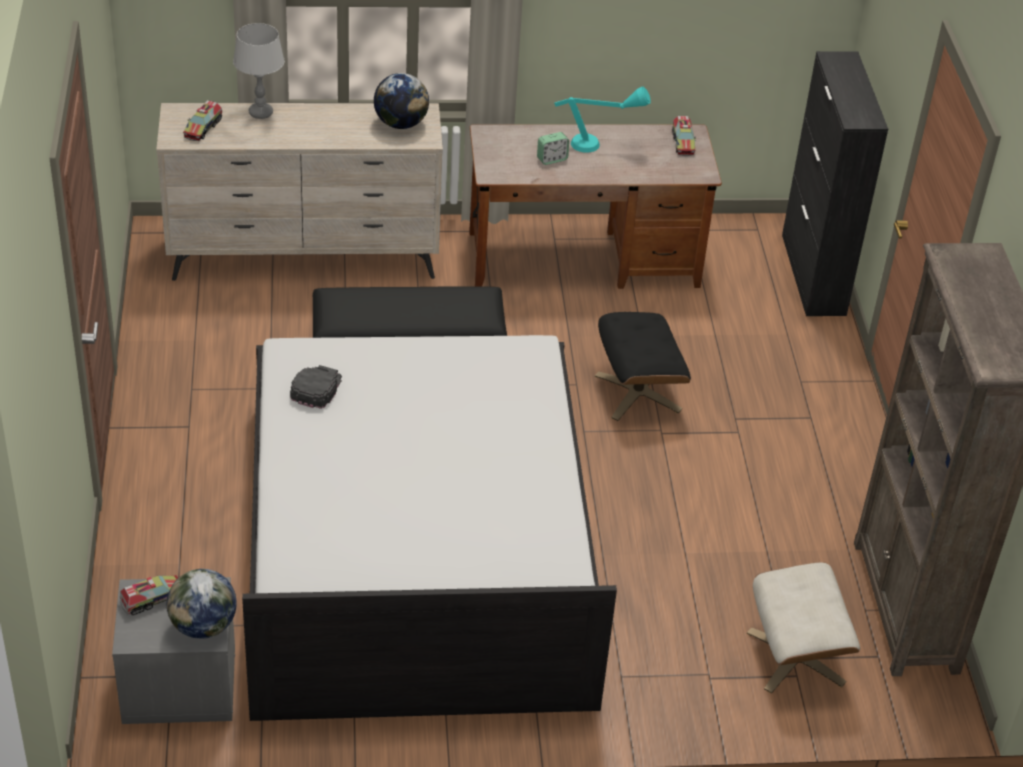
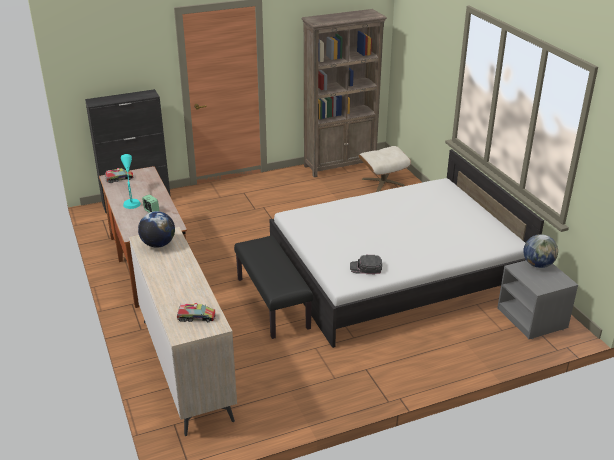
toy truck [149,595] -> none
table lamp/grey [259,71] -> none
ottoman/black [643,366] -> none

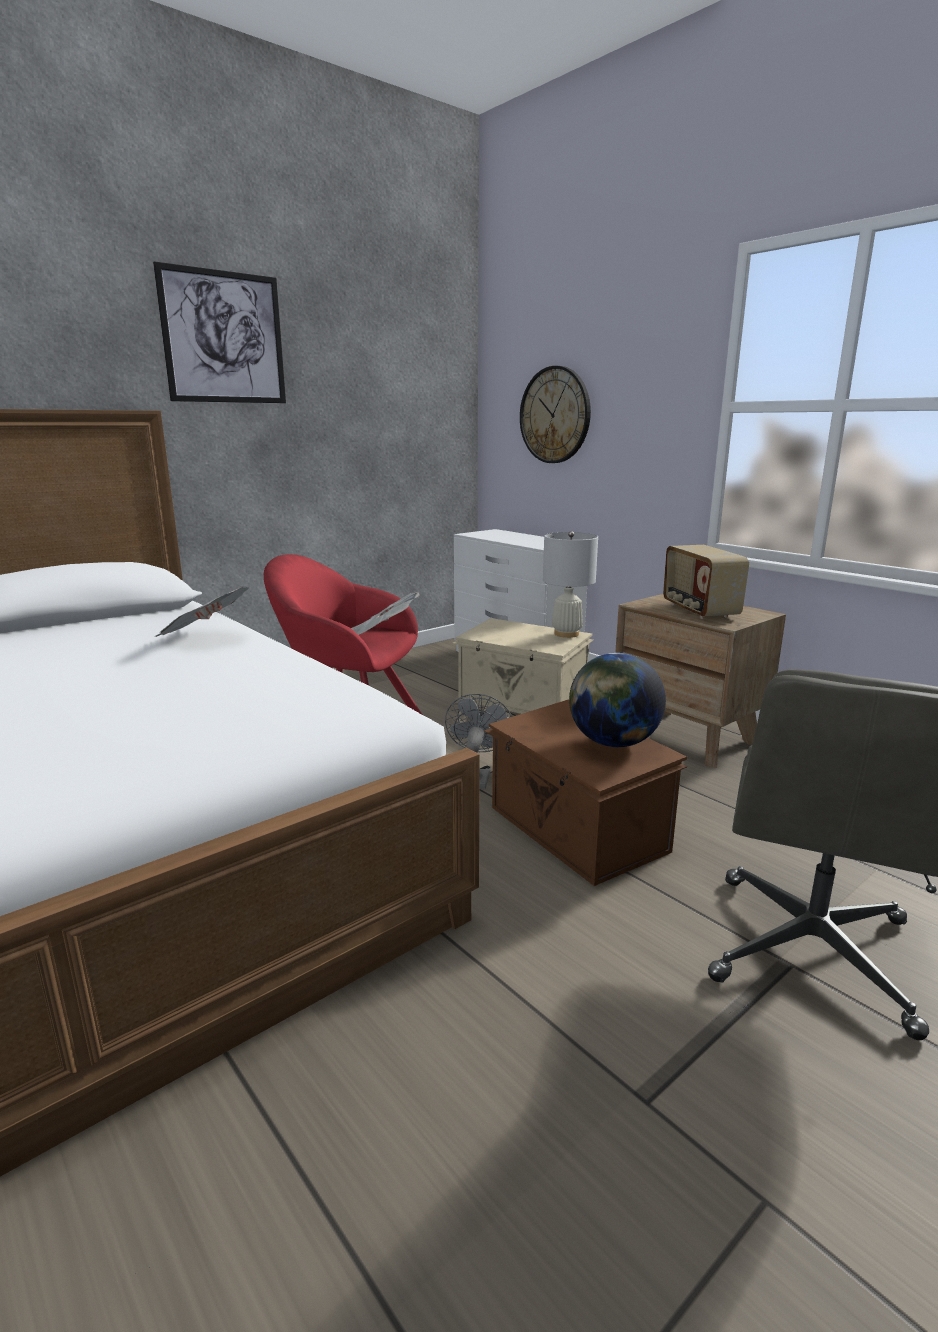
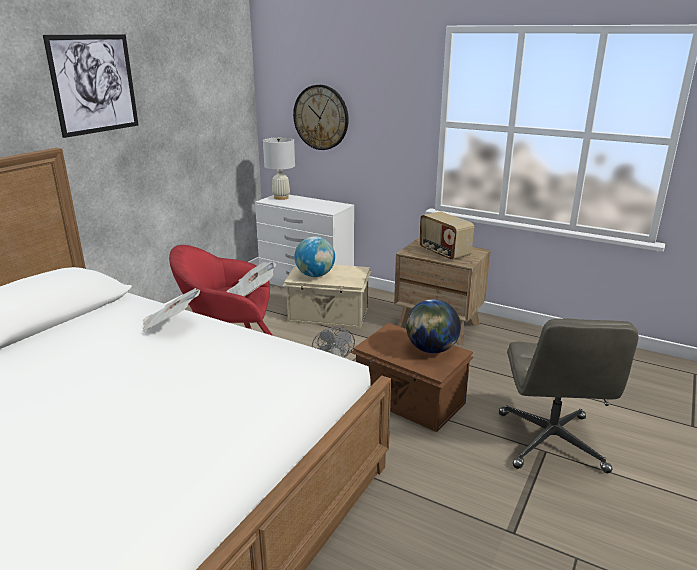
none -> globe [315,256]
table lamp/white [570,584] -> table lamp/white [279,168], moved

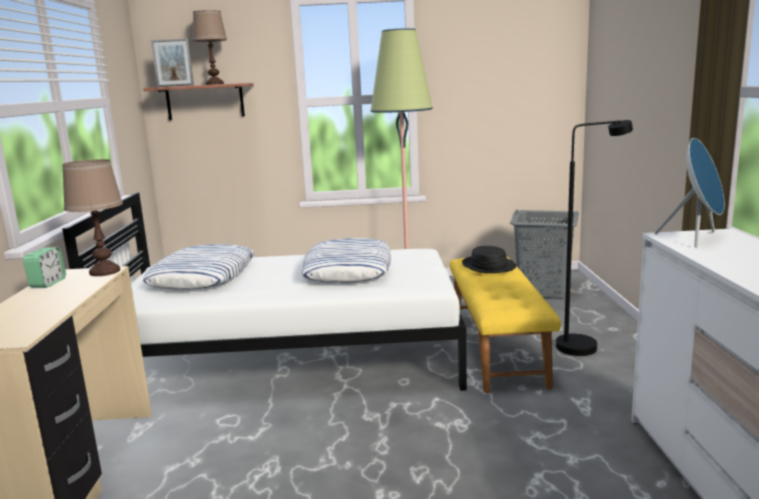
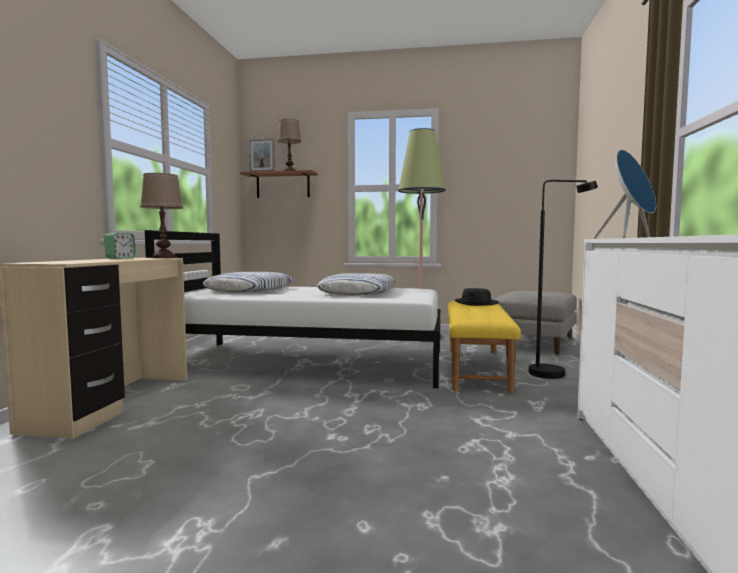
laundry basket/grey [544,254] -> ottoman/grey [534,323]

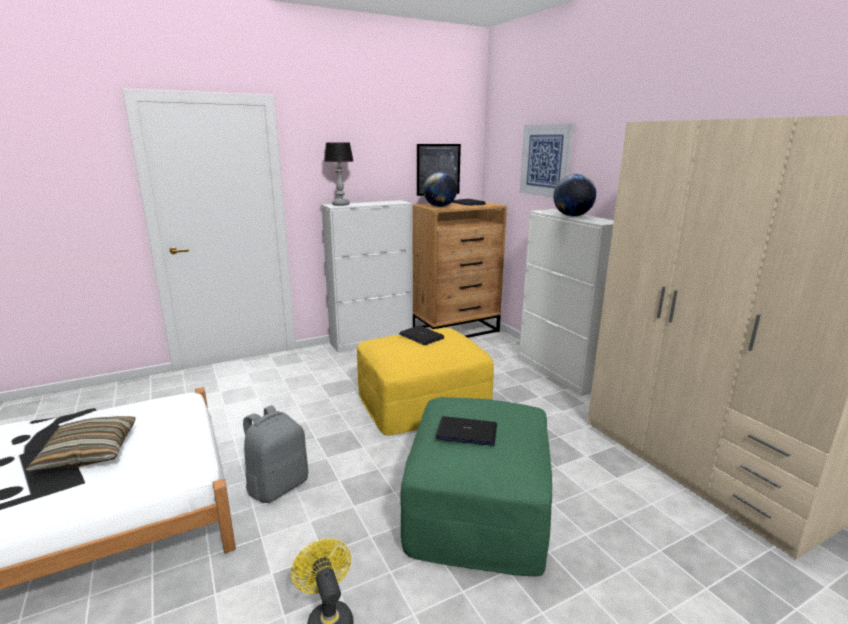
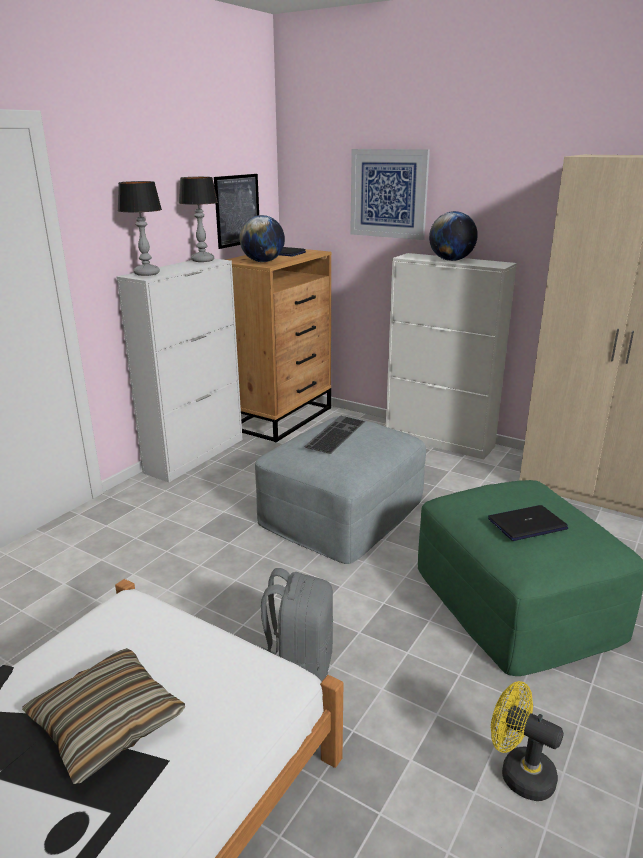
none -> table lamp [198,219]
laptop [421,335] -> keyboard [334,435]
ottoman/yellow [425,382] -> ottoman/grey [340,490]

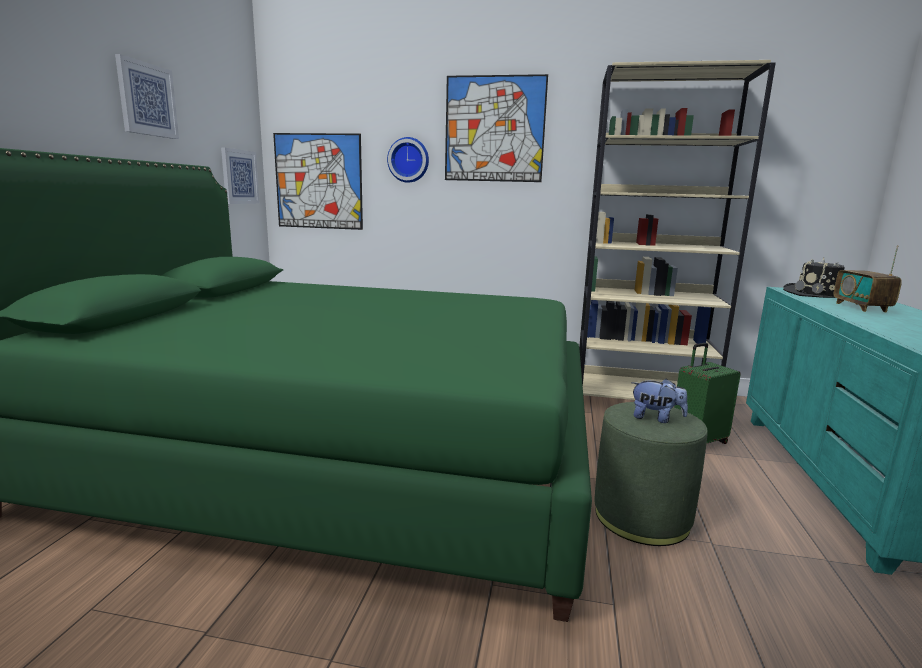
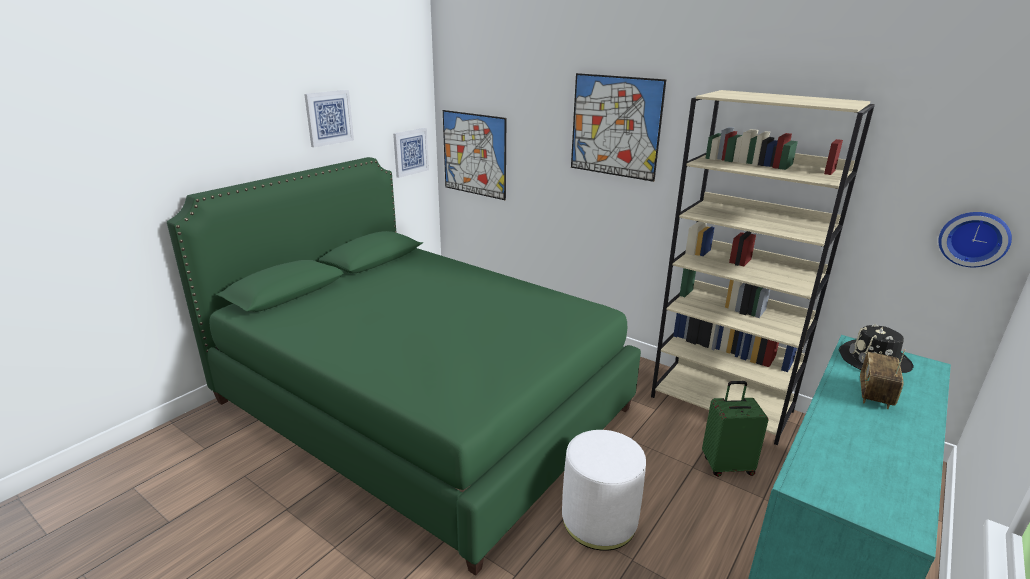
plush toy [659,400] -> none
wall clock [408,160] -> wall clock [975,239], moved
ottoman/green [651,474] -> ottoman/white [604,490]

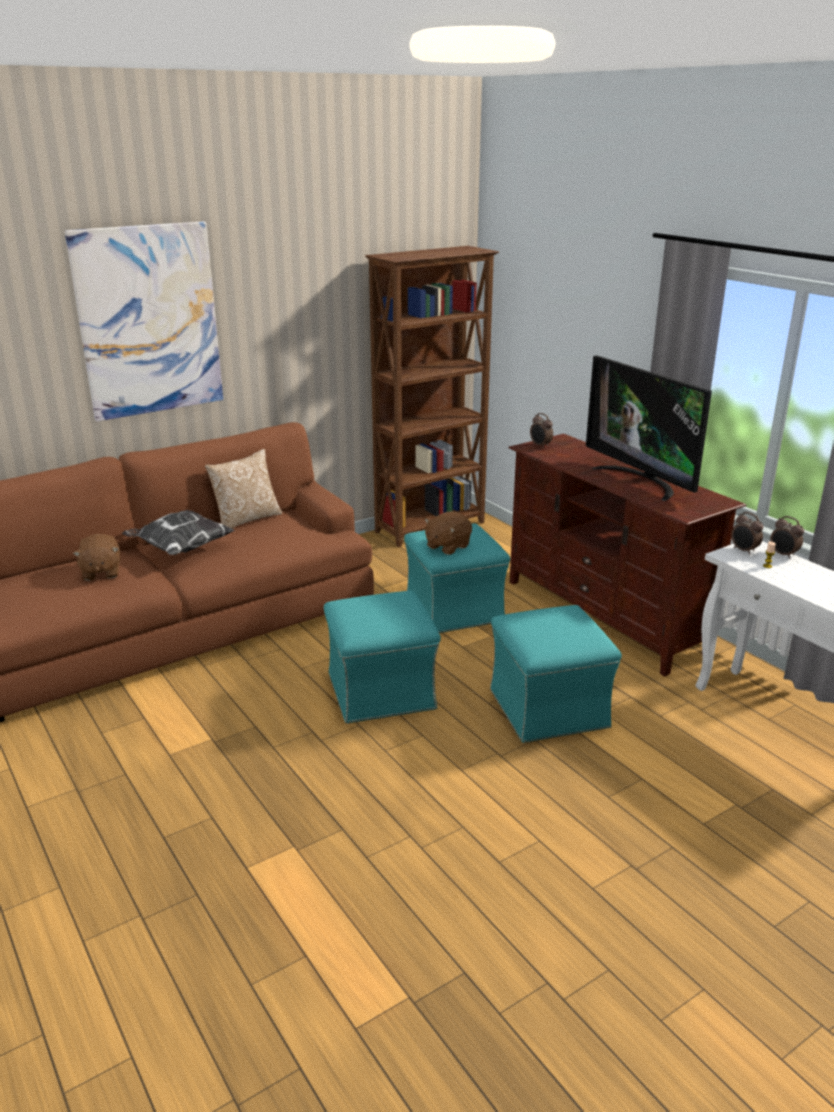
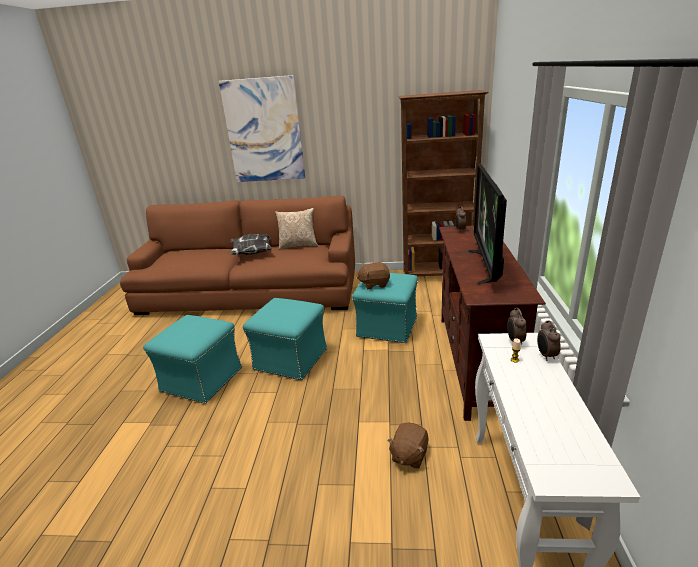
plush toy/brown [96,557] -> plush toy/brown [408,446], moved
ottoman/turquoise [556,674] -> ottoman/turquoise [192,359], moved

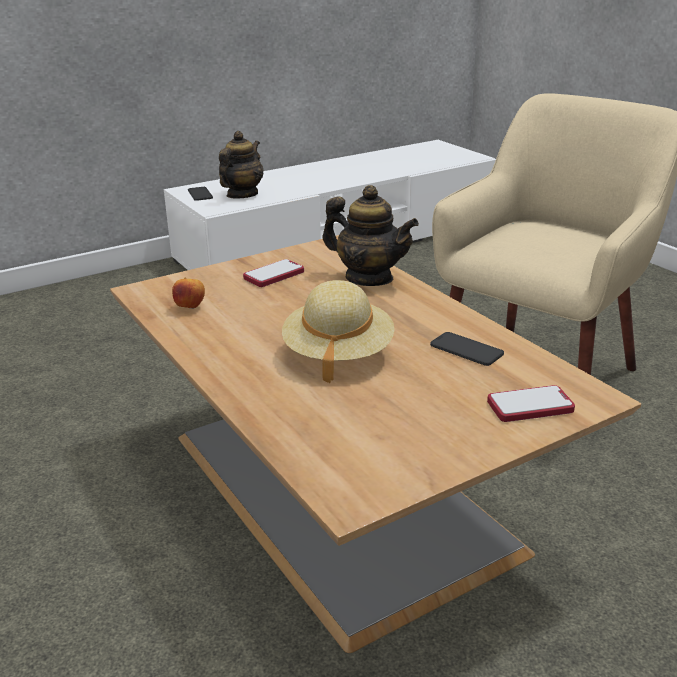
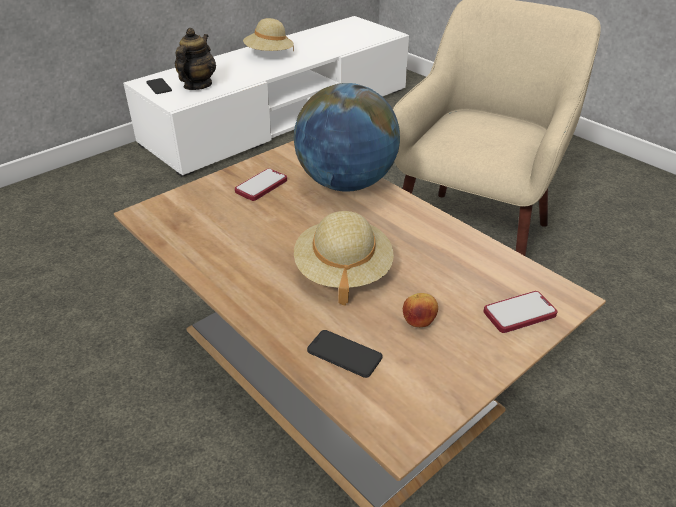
none -> hat/beige [268,34]
apple [188,293] -> apple [420,310], moved
phone [467,349] -> phone [344,354], moved
teapot [370,235] -> globe [347,137]

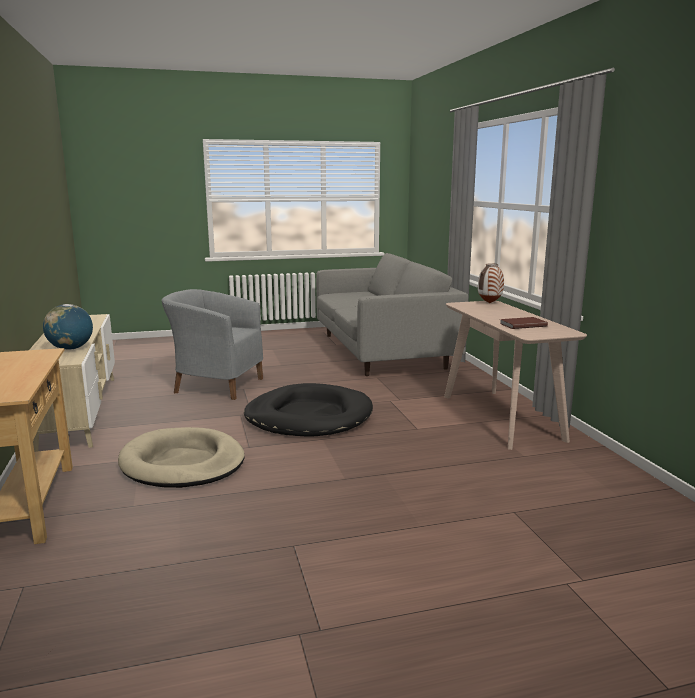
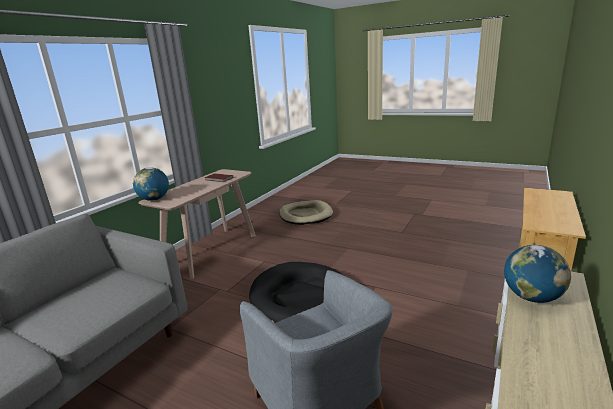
dog bed/beige [181,457] -> dog bed/beige [306,212], moved
vase [491,283] -> globe [151,184]

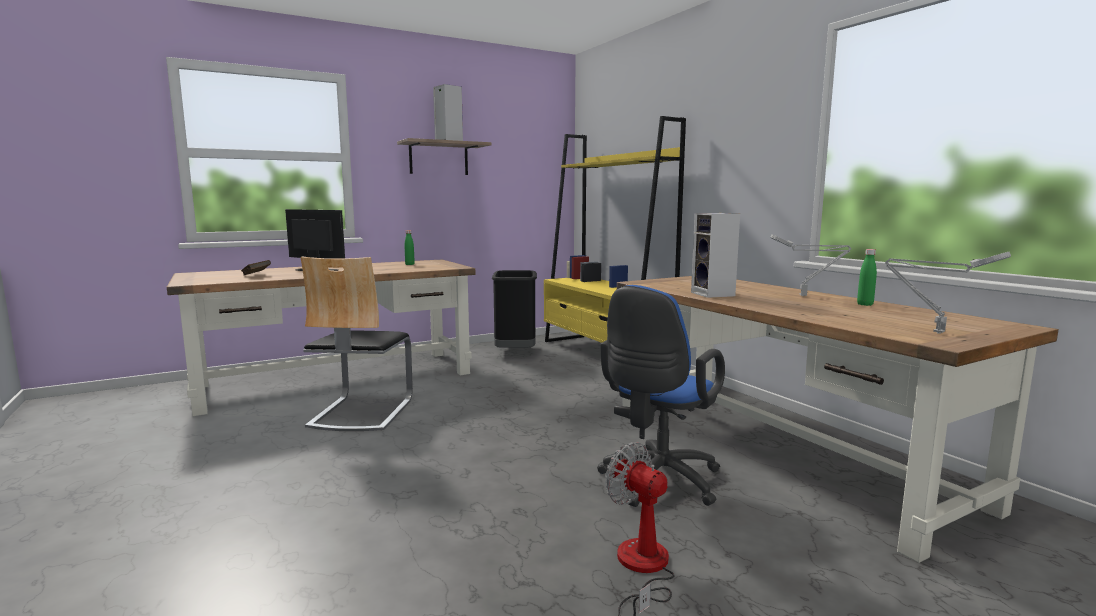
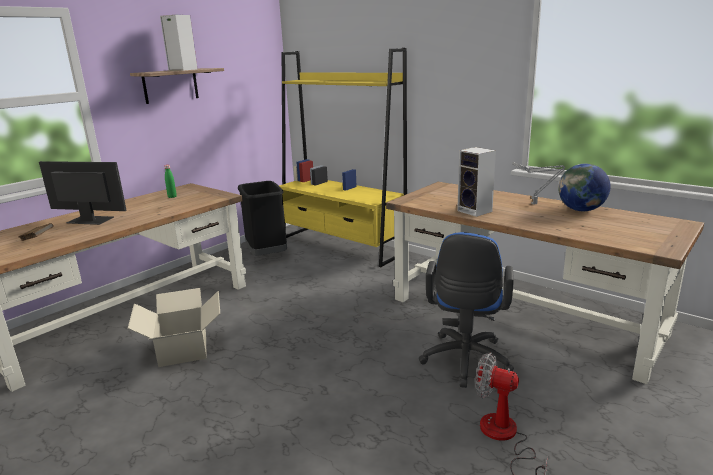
table lamp/grey [948,293] -> none
chair [357,343] -> cardboard box [174,327]
bottle/green [867,277] -> globe [584,187]

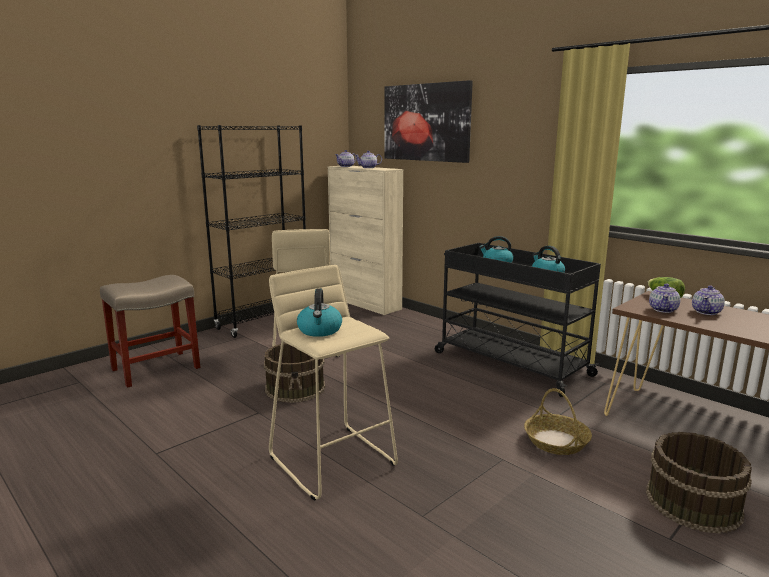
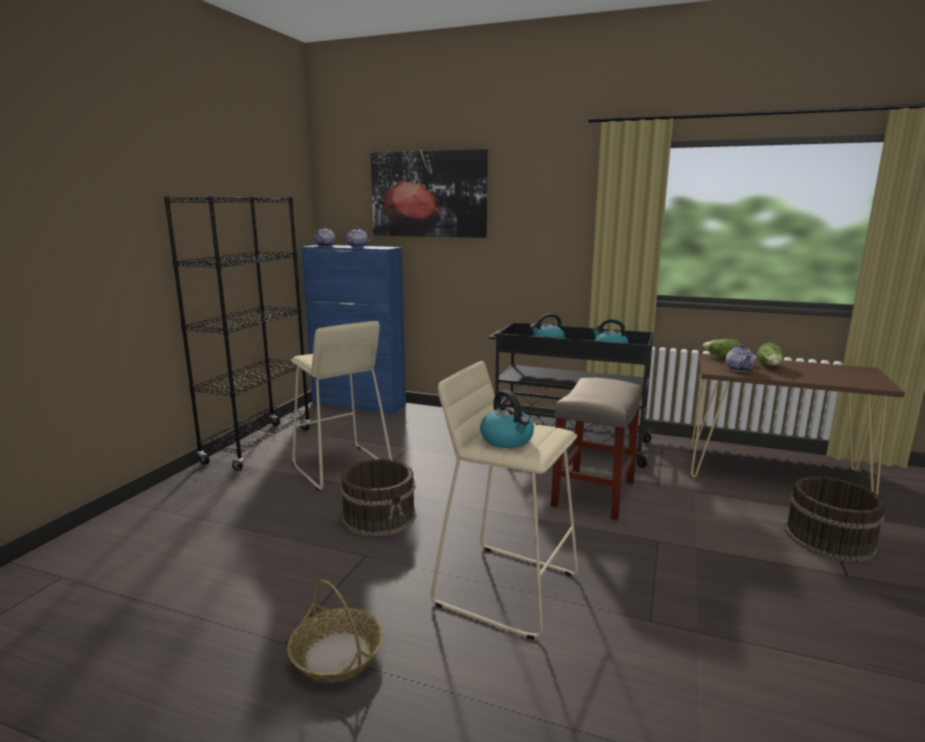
stool/beige [150,331] -> stool/beige [596,449], moved
basket [558,421] -> basket [335,631], moved
teapot [708,300] -> lettuce [770,354]
cabinet/beige [365,240] -> cabinet/blue [353,329]

